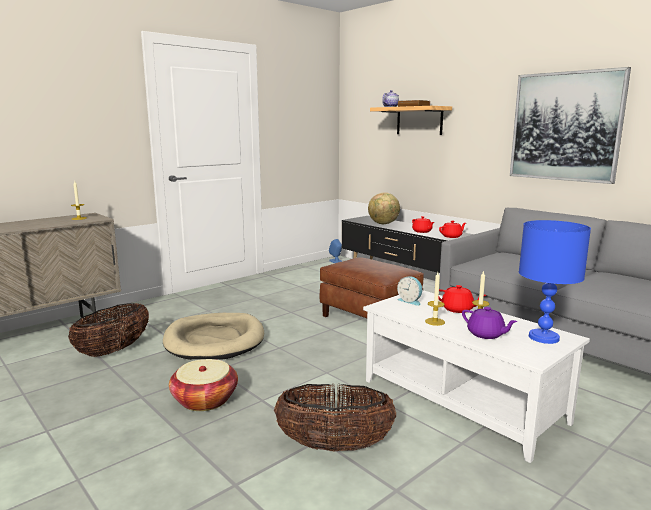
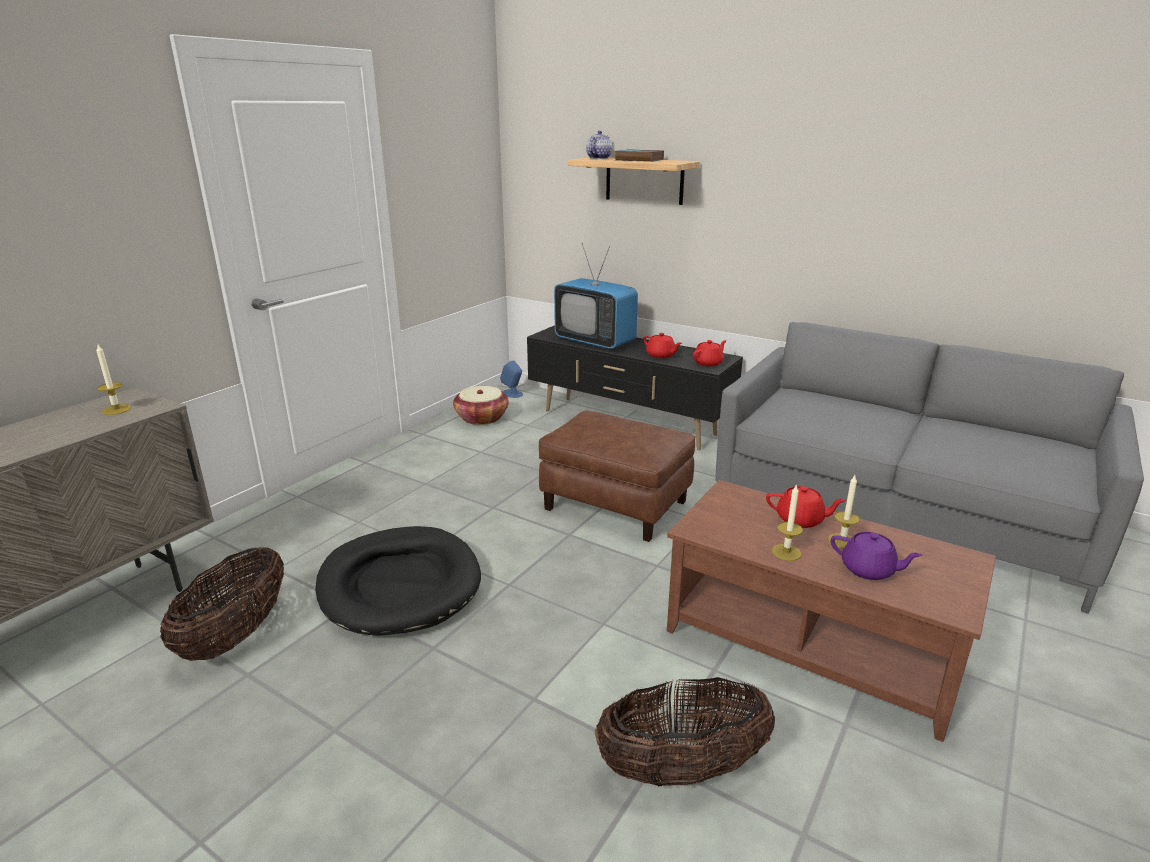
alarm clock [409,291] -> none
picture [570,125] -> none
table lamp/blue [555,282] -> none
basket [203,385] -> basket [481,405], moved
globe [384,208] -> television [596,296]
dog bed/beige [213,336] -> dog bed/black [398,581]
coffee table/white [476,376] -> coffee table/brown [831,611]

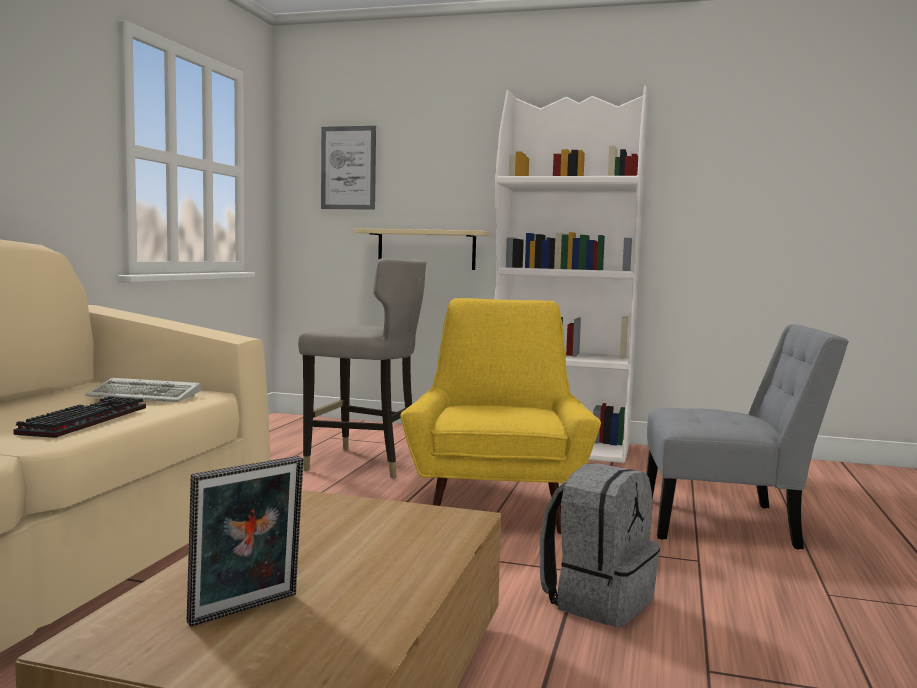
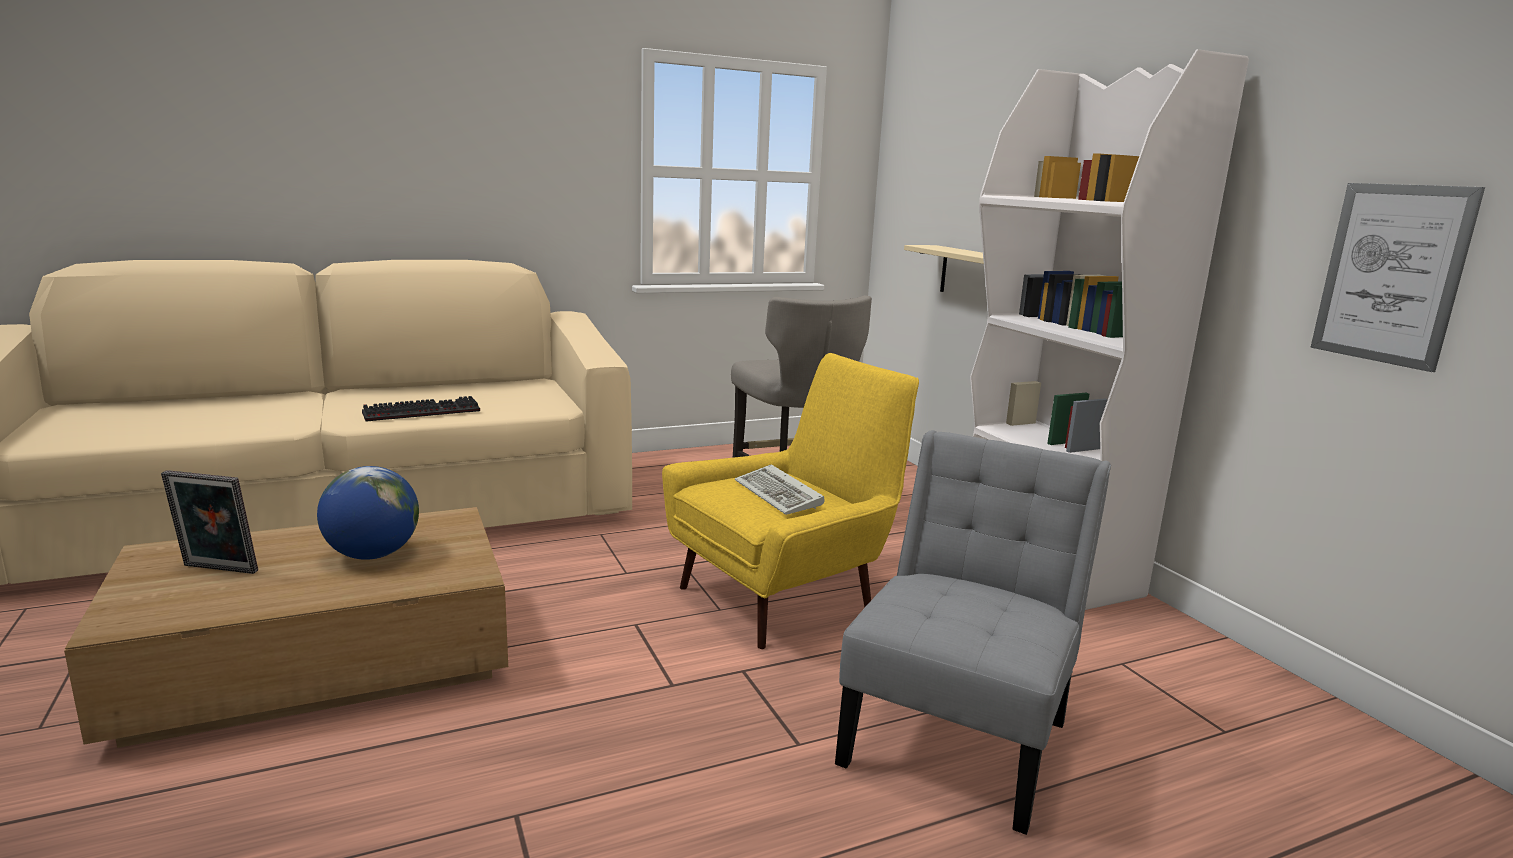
backpack/grey [599,545] -> none
none -> globe [368,513]
keyboard [143,390] -> keyboard [780,489], moved
picture [348,168] -> picture [1398,277], moved
chair/grey [747,436] -> chair/grey [973,632], 120 degrees counterclockwise

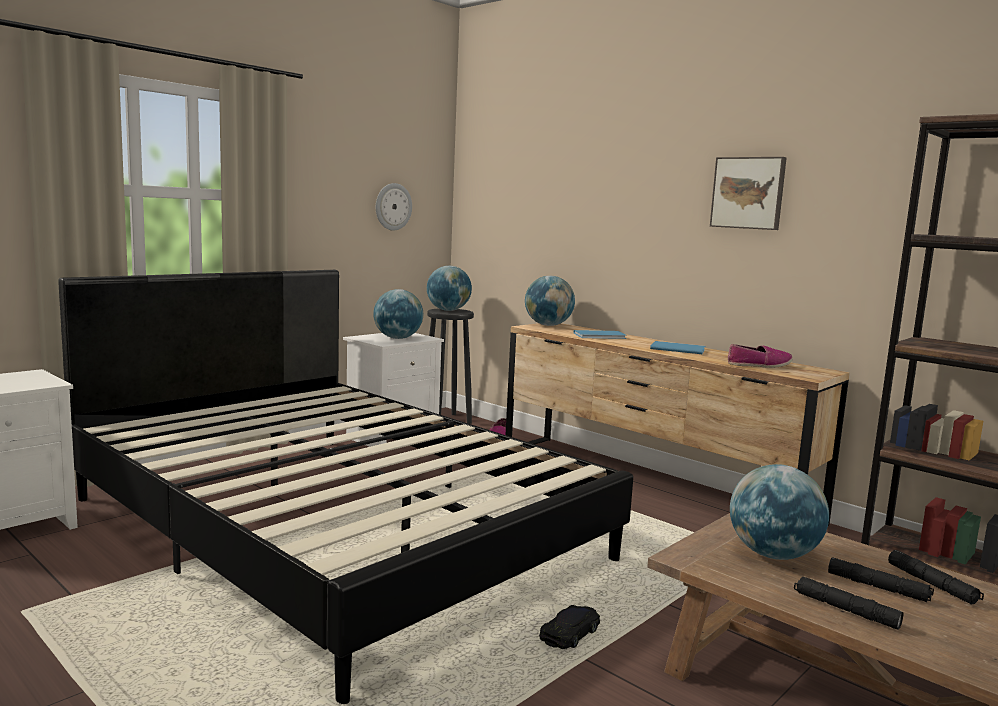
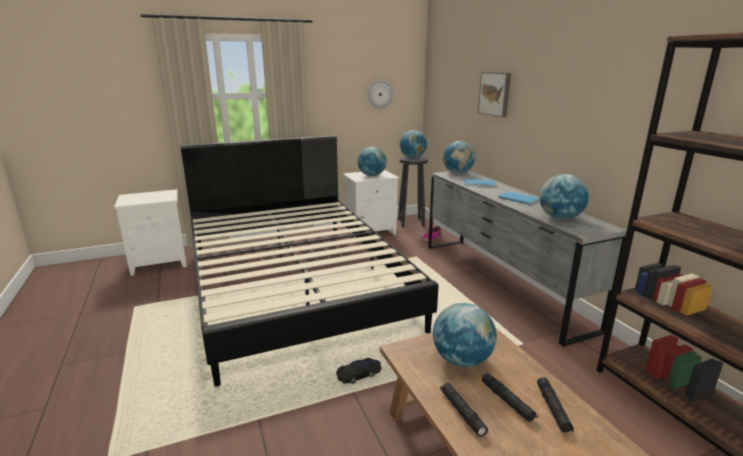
picture [748,193] -> picture [494,94], moved
shoe [760,356] -> globe [564,197]
dresser/brown [678,424] -> dresser/grey [527,258]

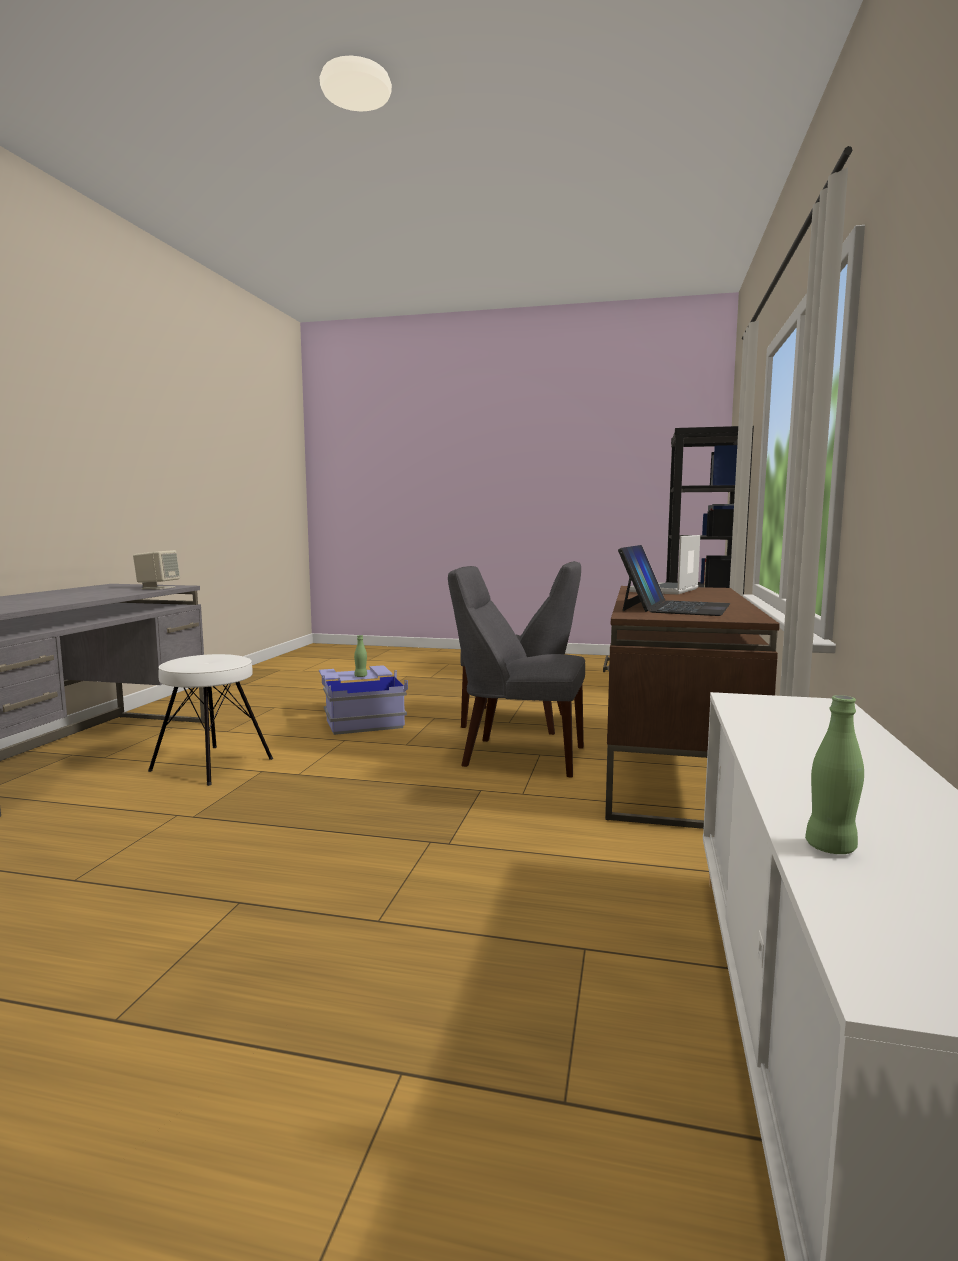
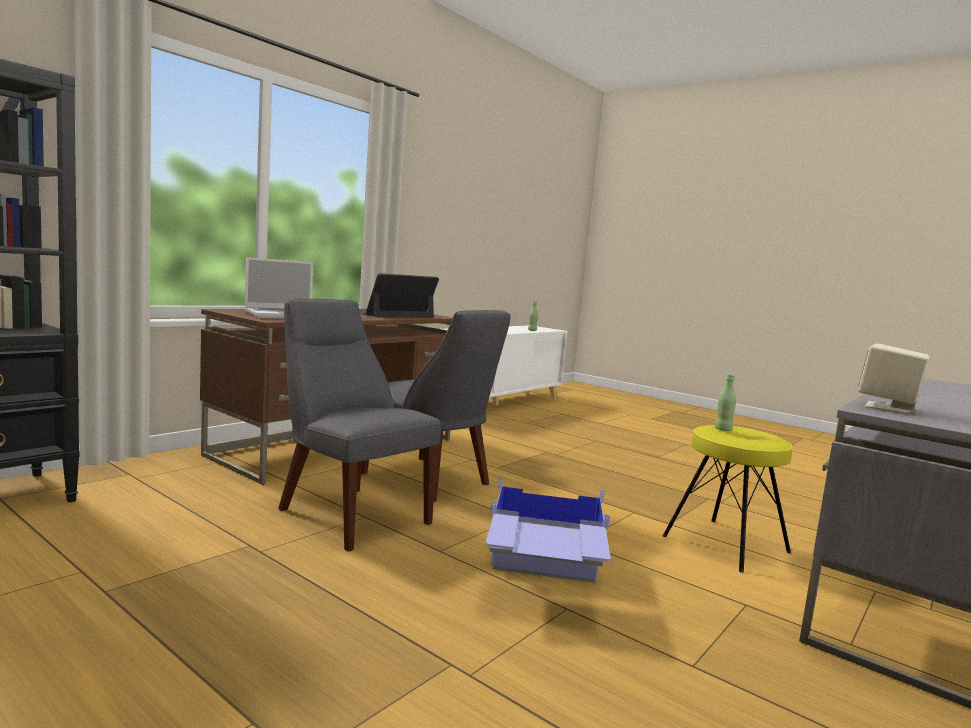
bottle/green [360,656] -> bottle/green [725,402], moved
stool/white [210,720] -> stool/yellow [727,499]

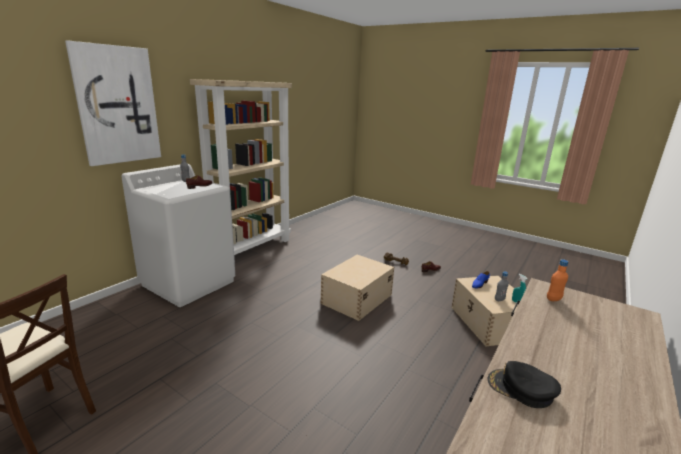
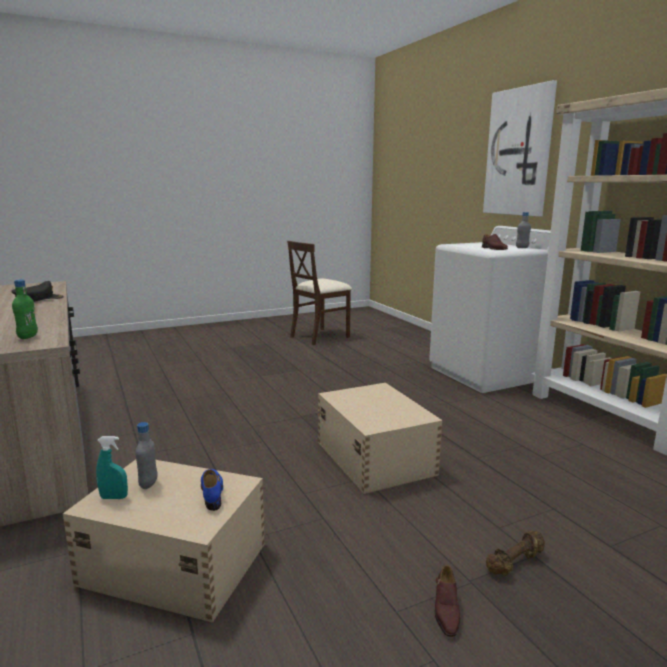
bottle/orange [557,280] -> bottle/green [25,309]

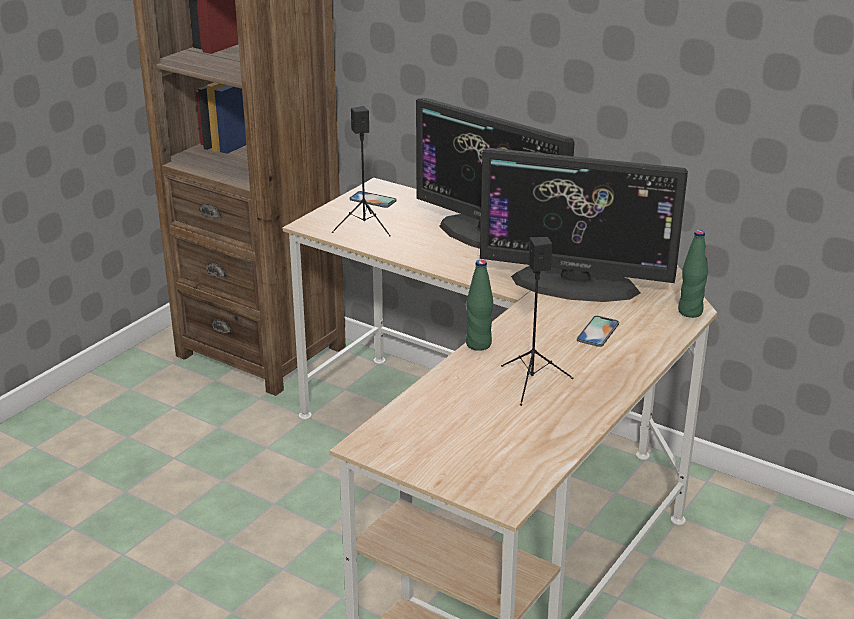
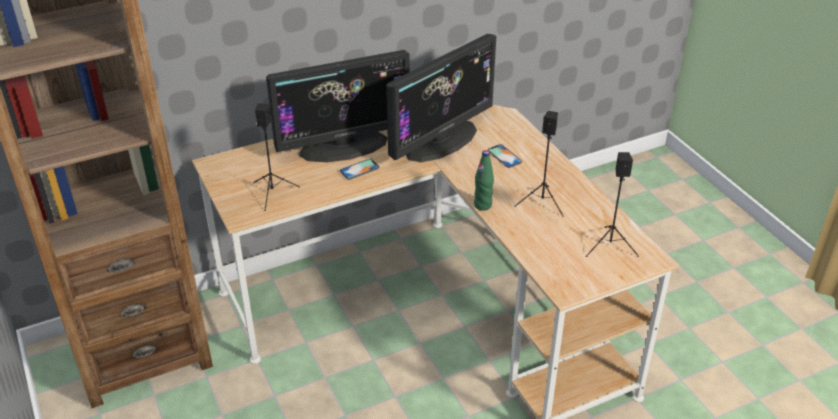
bottle/green [693,274] -> none
none -> speaker/black [612,204]
phone [373,199] -> phone [359,169], moved

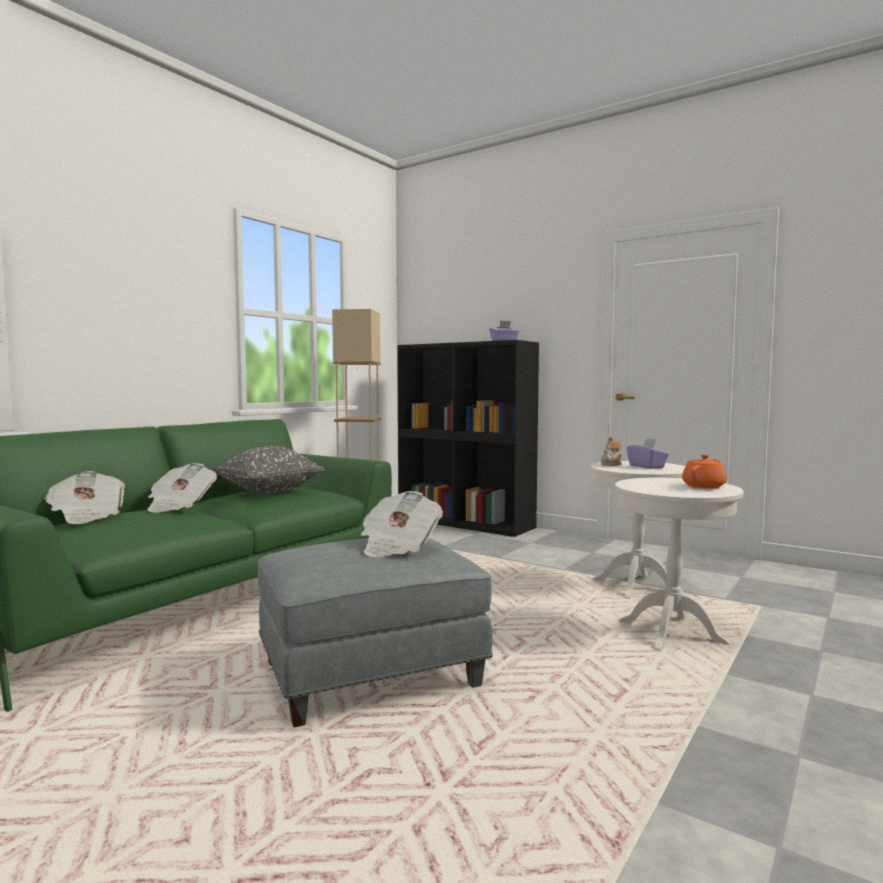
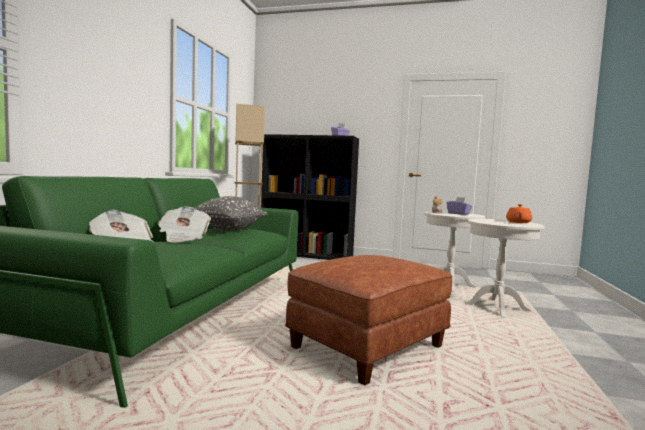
newspaper [402,524] -> none
ottoman/grey [375,632] -> ottoman/brown [368,320]

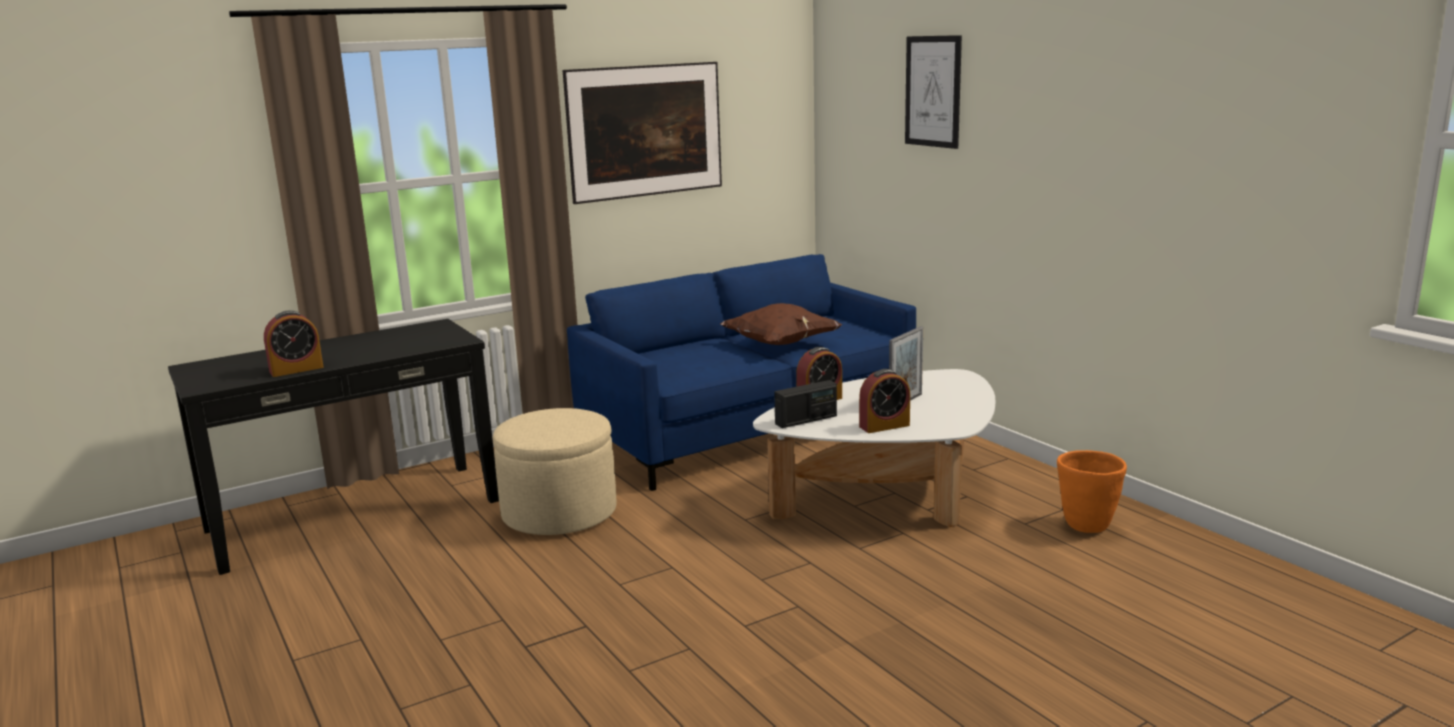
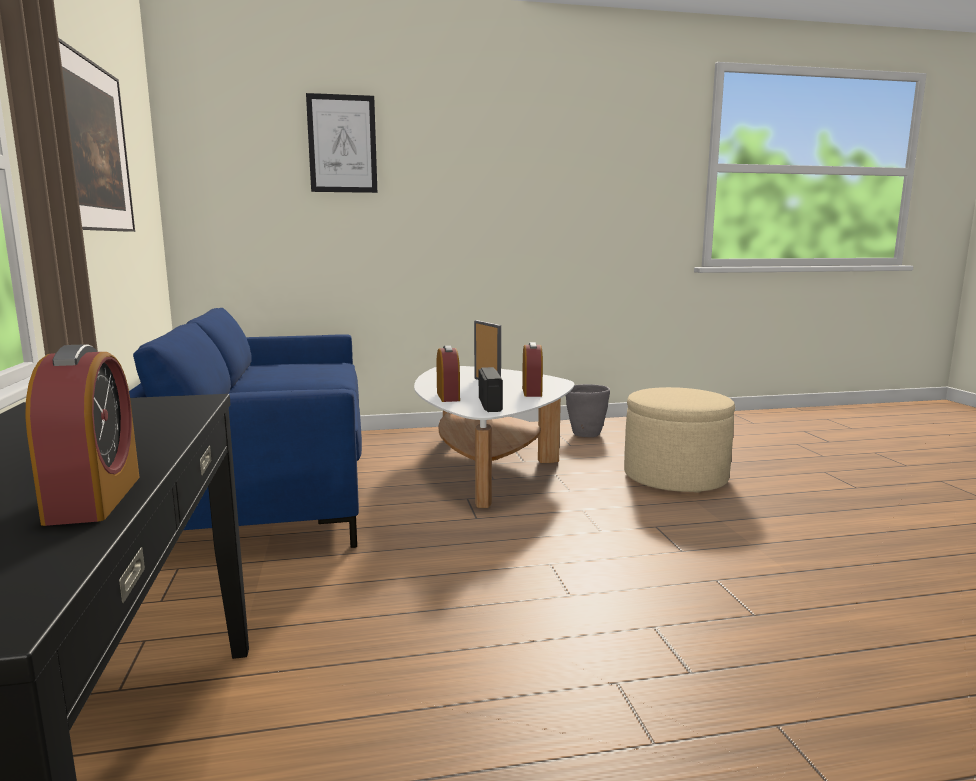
pillow/brown [781,324] -> none
ottoman/beige [555,471] -> ottoman/beige [679,439], moved
planter/orange [1092,491] -> planter/grey [588,410]

